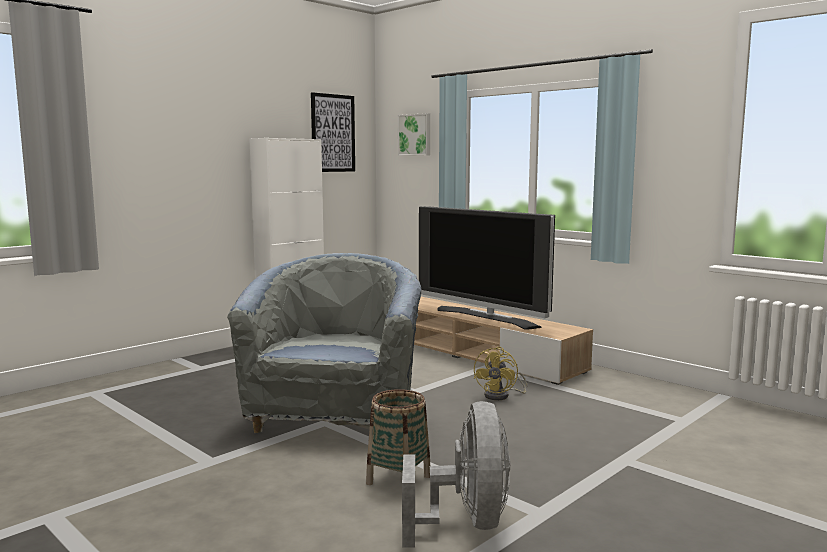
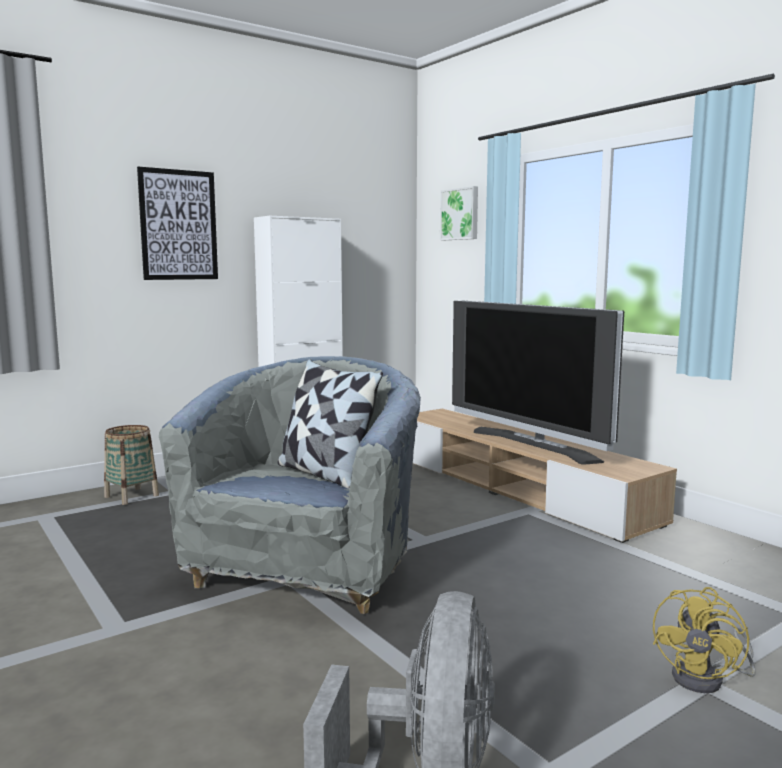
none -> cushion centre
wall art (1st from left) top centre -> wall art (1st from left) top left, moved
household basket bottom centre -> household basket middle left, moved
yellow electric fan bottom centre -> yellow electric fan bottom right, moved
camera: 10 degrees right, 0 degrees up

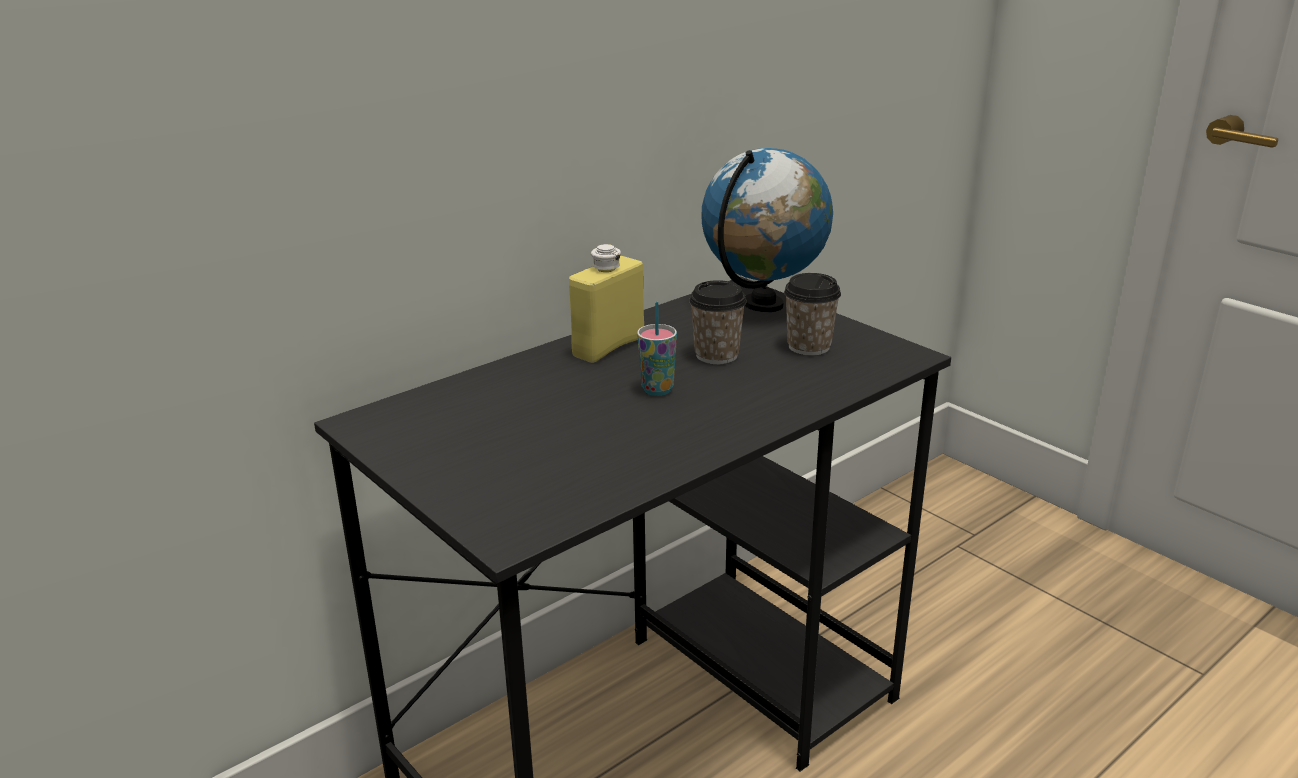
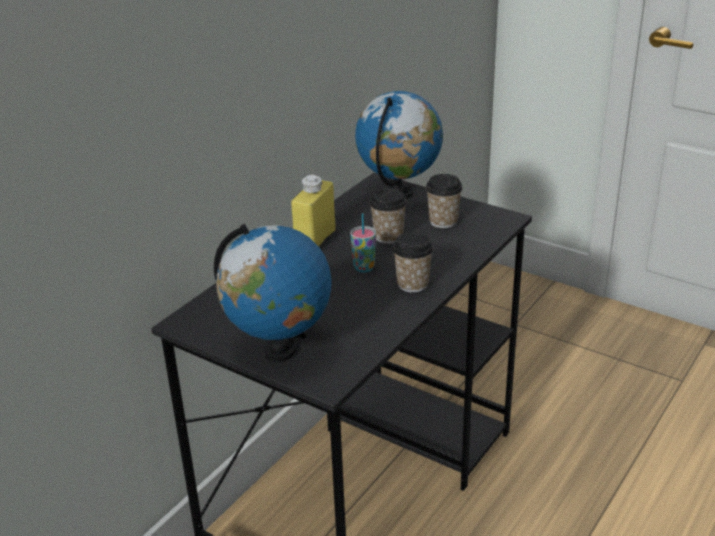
none -> globe (1st from left) centre
none -> cup (3rd from left) centre
camera: 15 degrees left, 5 degrees up

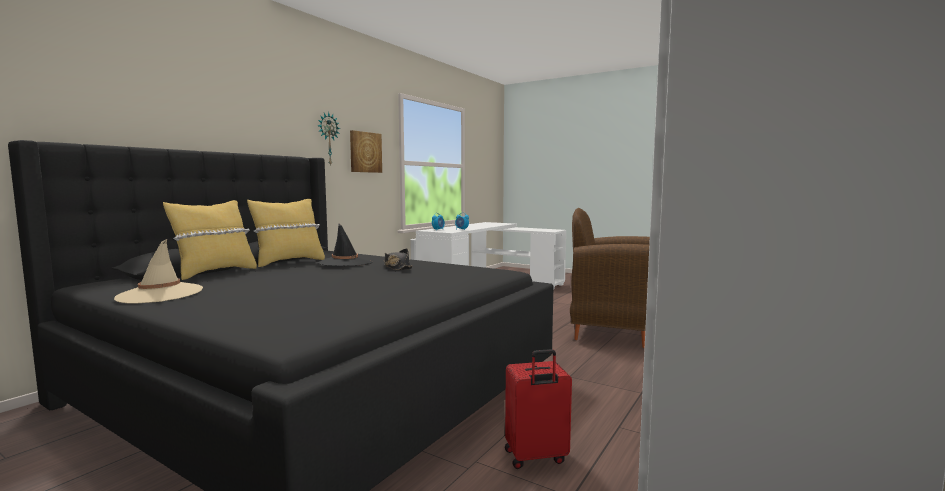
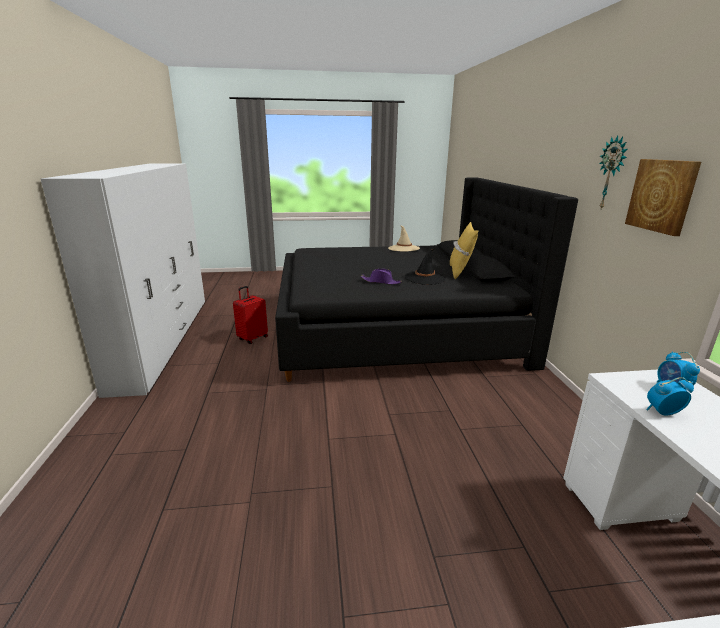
yellow cushion (1st from left) middle left -> none
brown-coloured lounge chair centre -> none
black clothing hat (2nd from left) centre -> purple clothing hat centre
camera: 140 degrees right, 15 degrees up

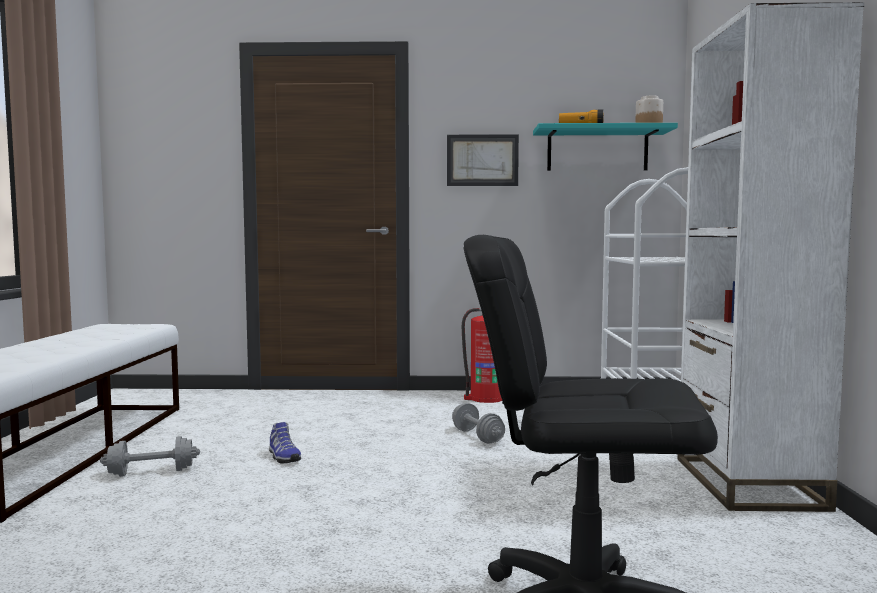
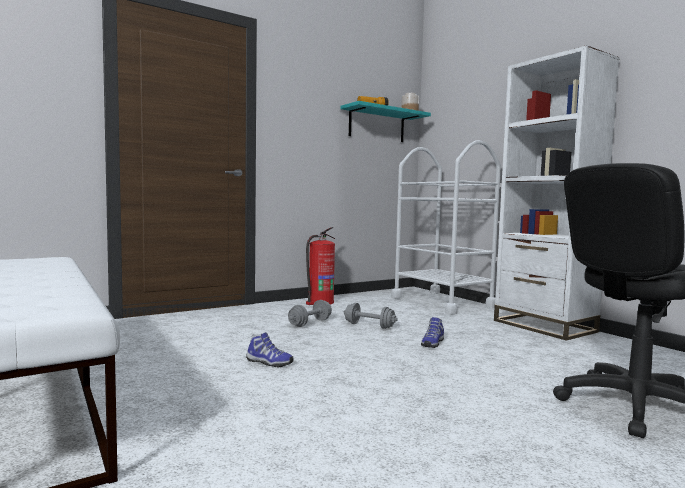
wall art top centre -> none
none -> item of footwear (2nd from left) bottom centre
grey dumbbell (1st from left) bottom left -> grey dumbbell (1st from left) centre, moved
camera: 35 degrees left, 0 degrees up

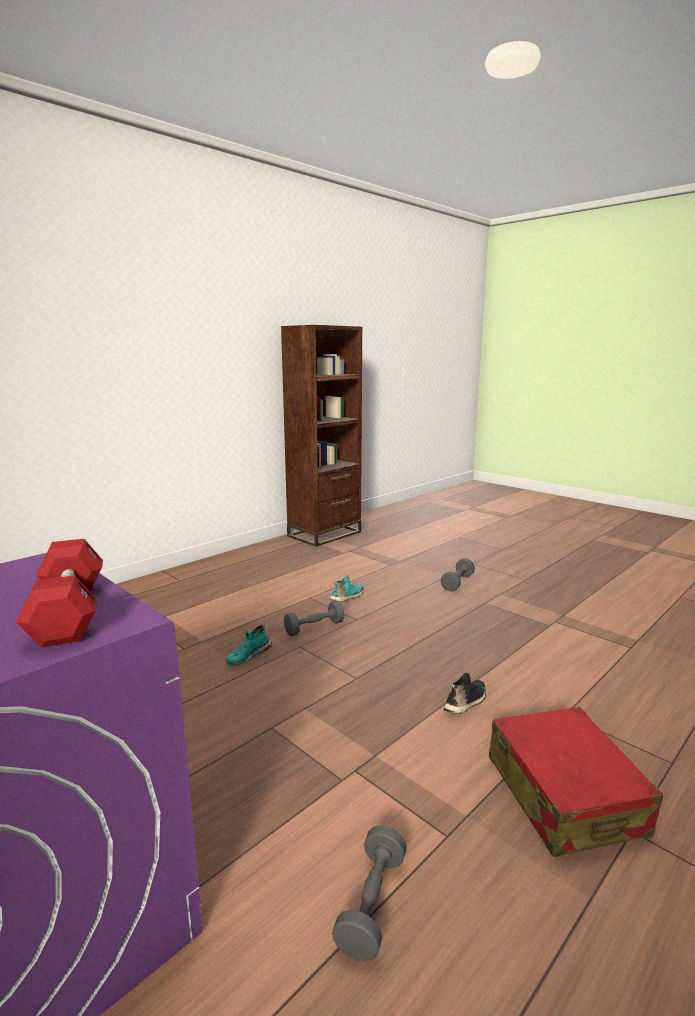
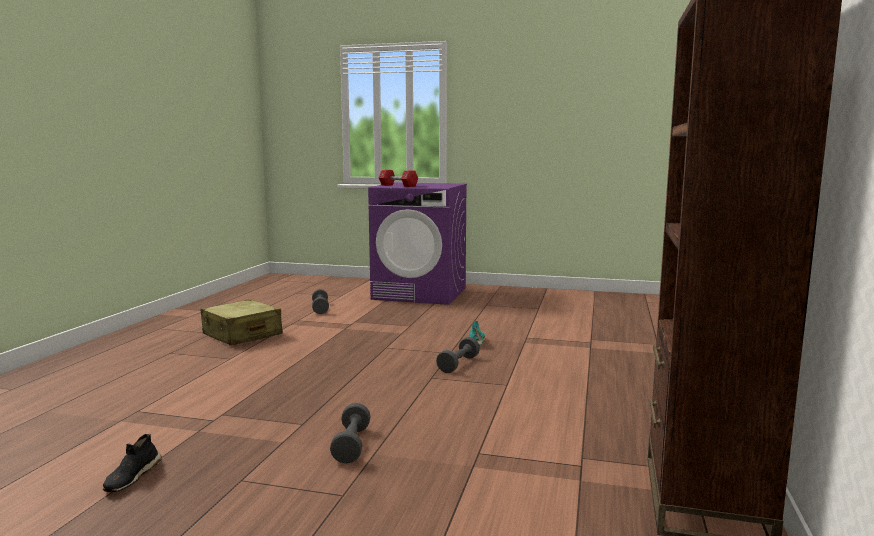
turquoise item of footwear (2nd from left) centre -> none
black item of footwear bottom right -> black item of footwear bottom left, moved
red-coloured suitcase bottom right -> beige suitcase middle left
camera: 150 degrees right, 5 degrees down

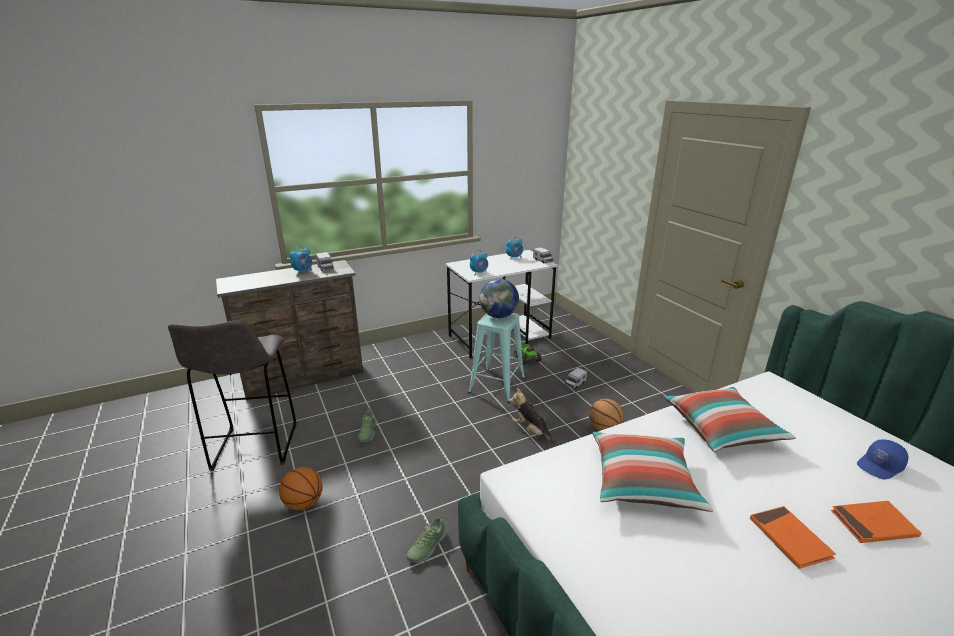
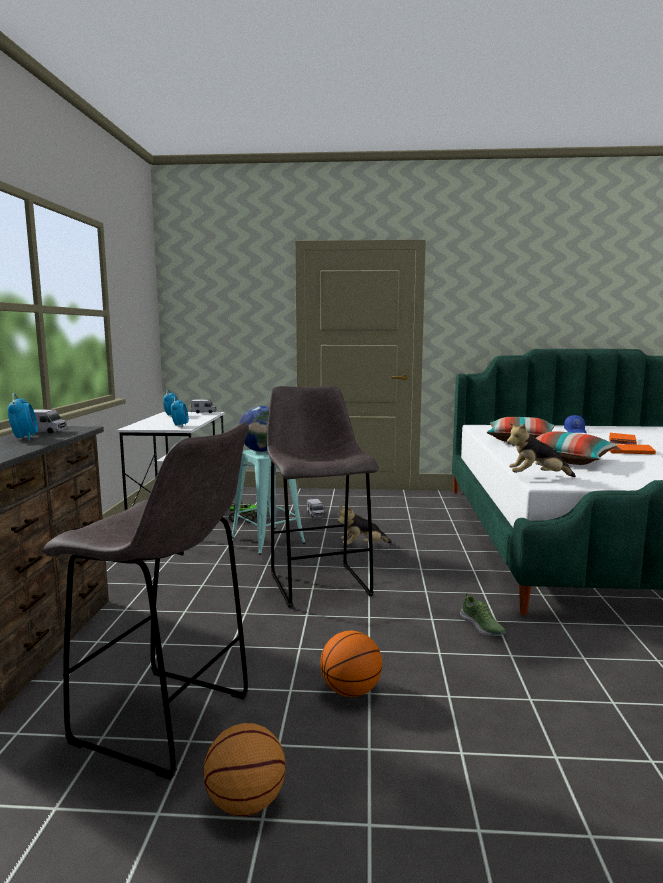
item of footwear (1st from left) bottom centre -> none
none -> grey stool seat (2nd from left) centre
none -> cuddly toy (2nd from left) middle right
basketball (2nd from left in the first image) centre -> basketball (1st from left) bottom centre, moved
camera: 60 degrees left, 15 degrees down

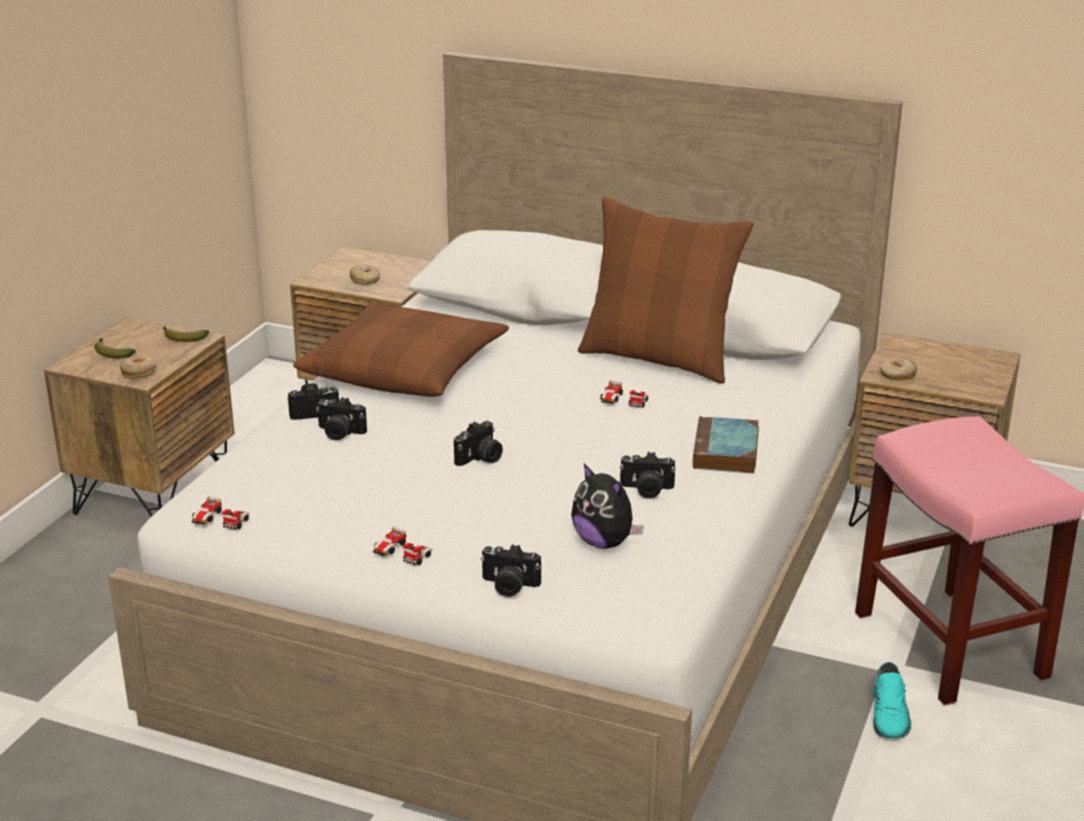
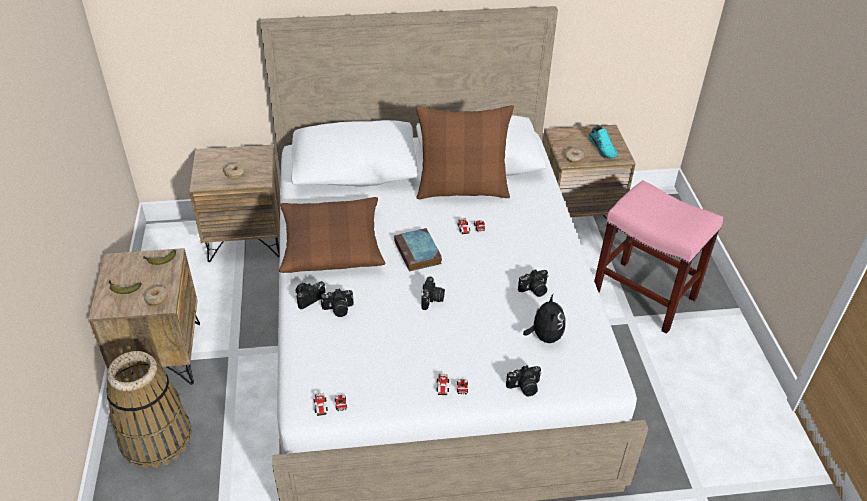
none -> household basket bottom left
bound book middle right -> bound book centre, moved
turquoise item of footwear bottom right -> turquoise item of footwear top right, moved
cuddly toy centre, 105 degrees counterclockwise
camera: 30 degrees left, 15 degrees up

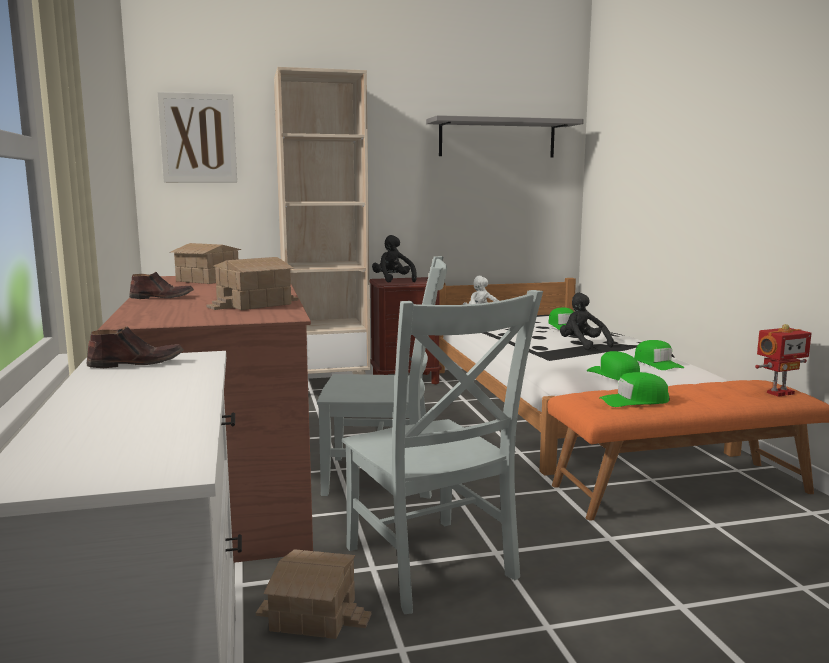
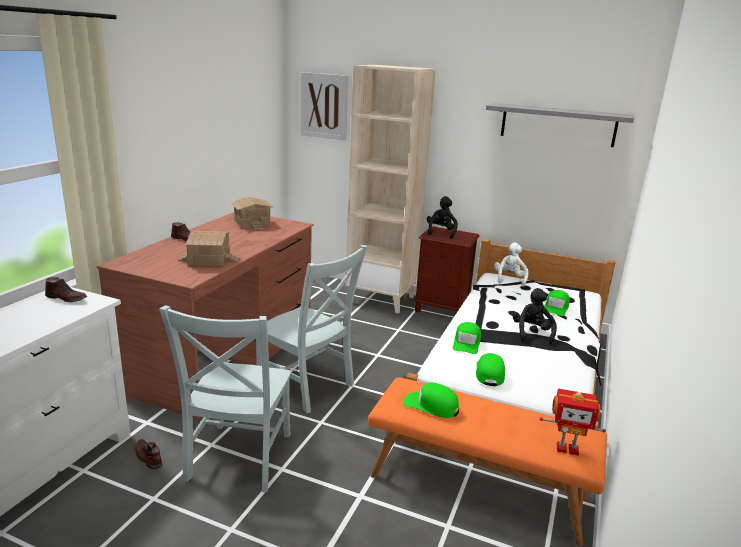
greenish peaked cap (4th from left in the first image) middle right -> greenish peaked cap (2nd from left) centre, moved
toy house (3rd from left) bottom centre -> brown-coloured item of footwear (2nd from left) bottom left
camera: 35 degrees right, 10 degrees up

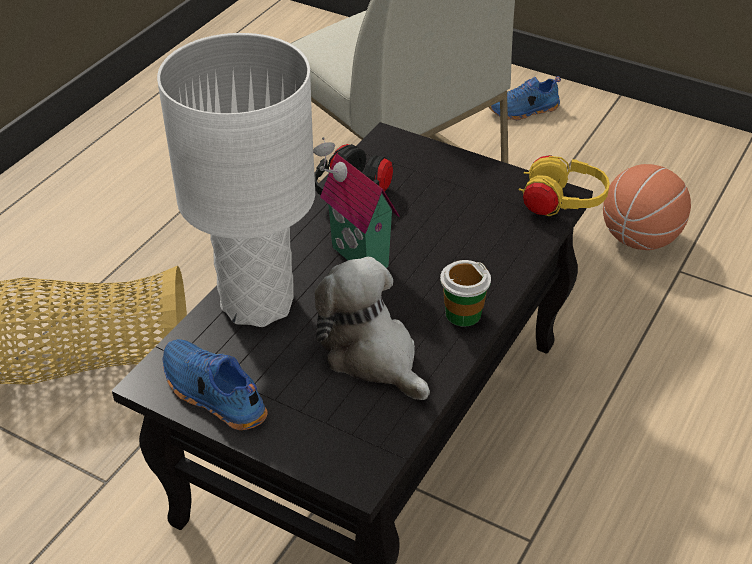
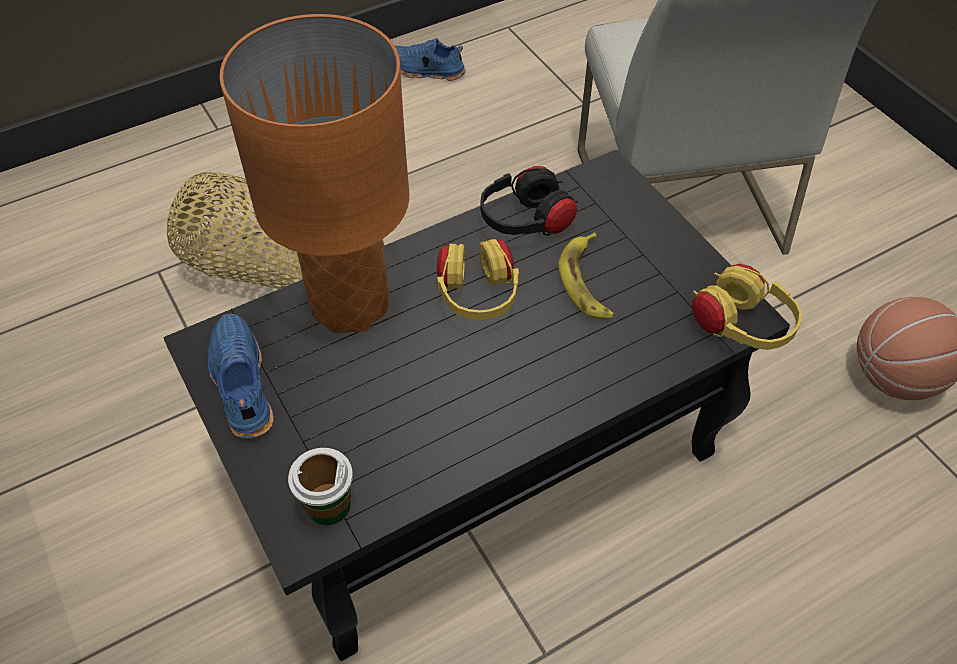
cuddly toy centre -> none
none -> banana centre
cup centre -> cup bottom centre, moved
blue-coloured item of footwear (2nd from left) top right -> blue-coloured item of footwear (2nd from left) top centre, moved
toy house centre -> yellow headset (1st from left) centre
white-coloured table lamp top left -> orangey table lamp top left
camera: 30 degrees right, 10 degrees up

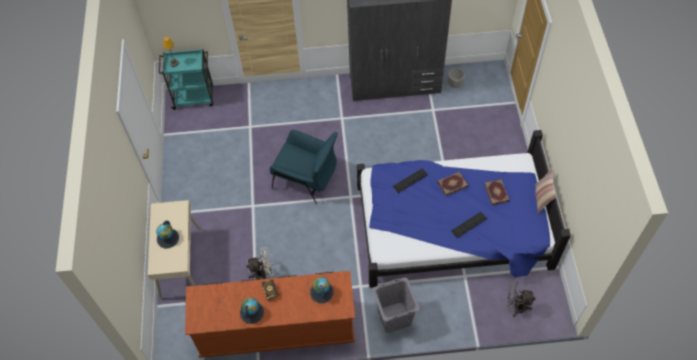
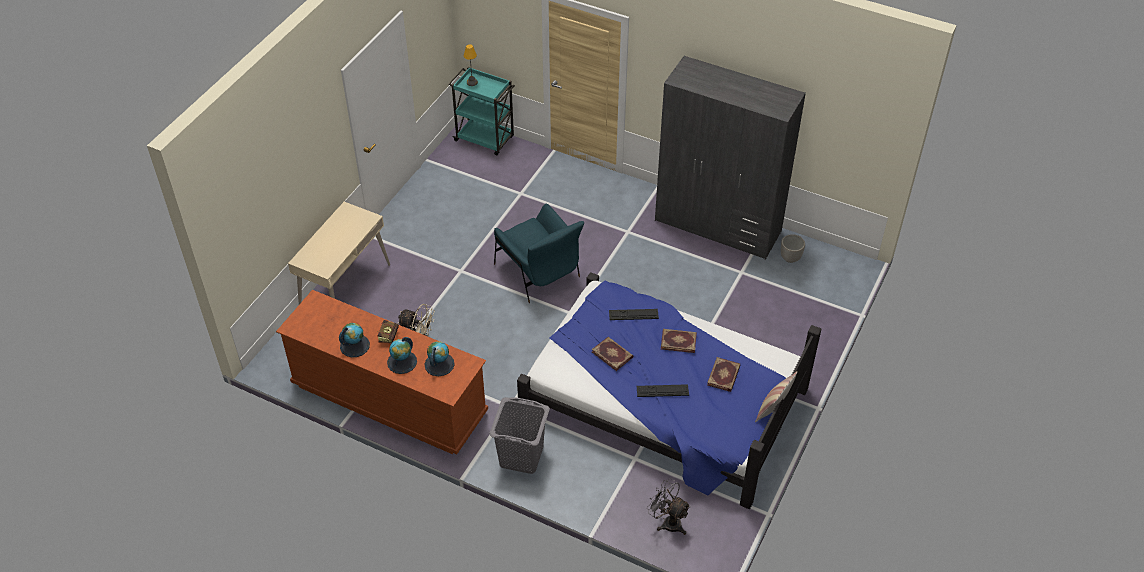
none -> bound book (2nd from left) centre
globe (1st from left in the first image) middle left -> globe (2nd from left) centre, moved
camera: 30 degrees right, 10 degrees down

